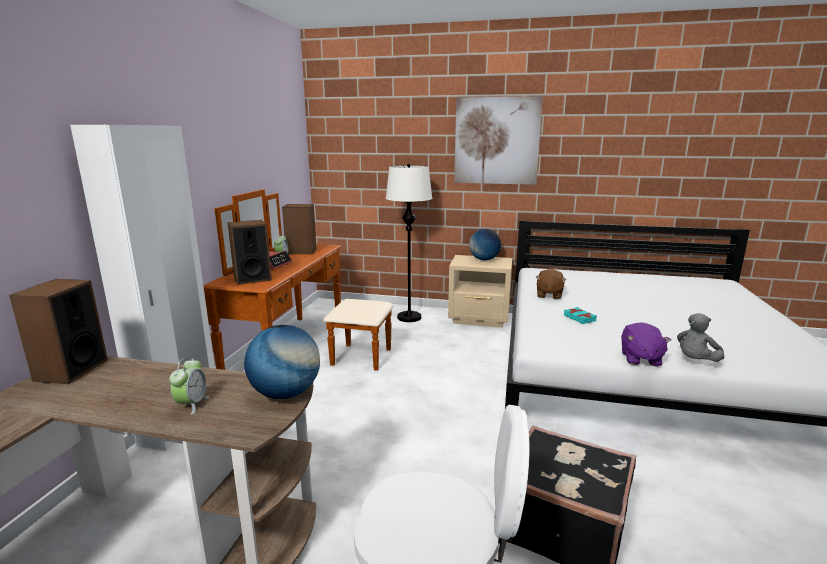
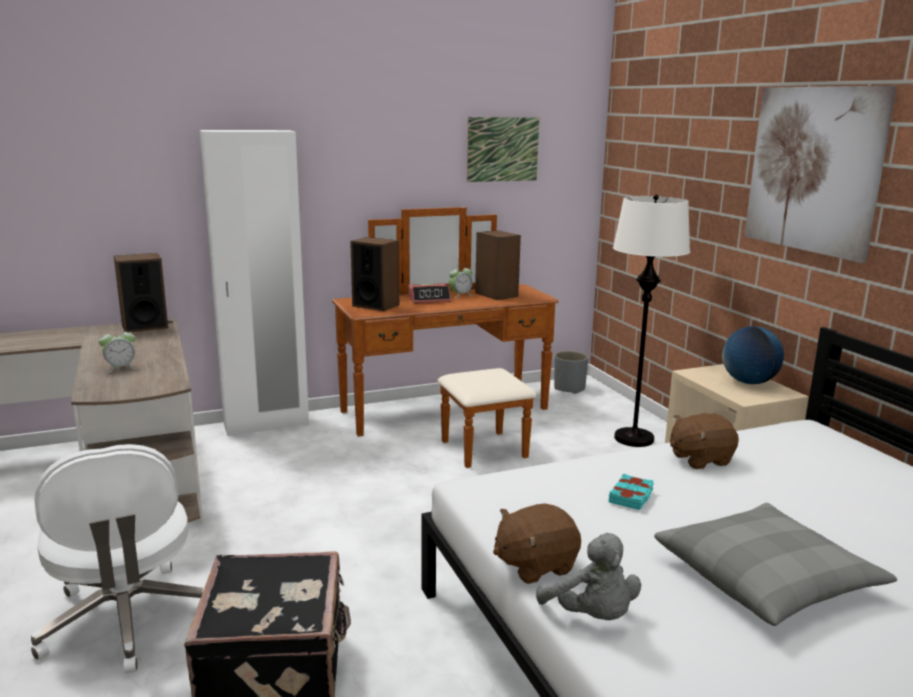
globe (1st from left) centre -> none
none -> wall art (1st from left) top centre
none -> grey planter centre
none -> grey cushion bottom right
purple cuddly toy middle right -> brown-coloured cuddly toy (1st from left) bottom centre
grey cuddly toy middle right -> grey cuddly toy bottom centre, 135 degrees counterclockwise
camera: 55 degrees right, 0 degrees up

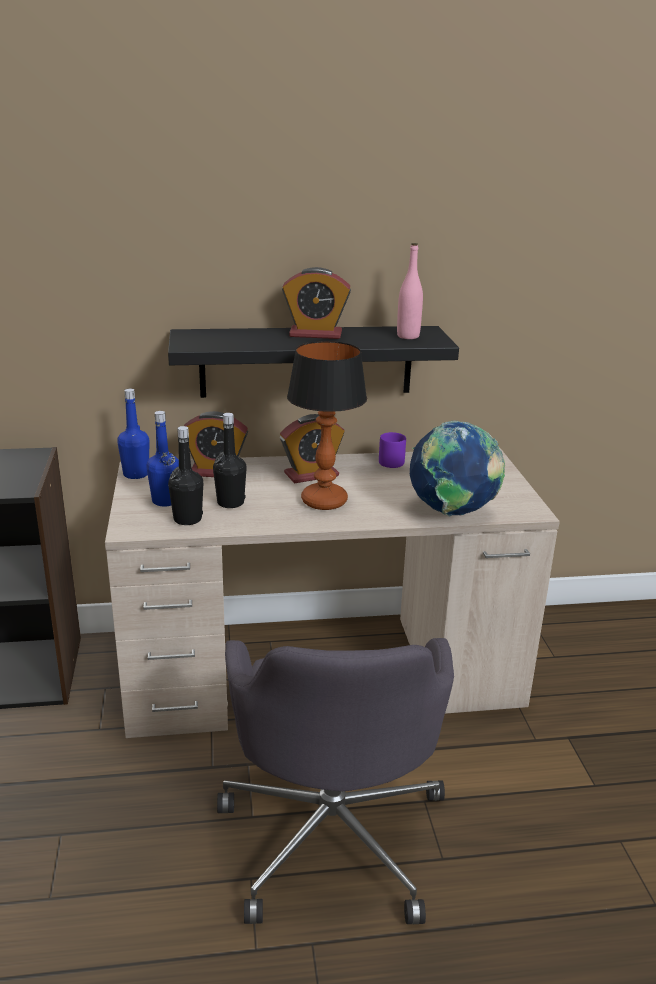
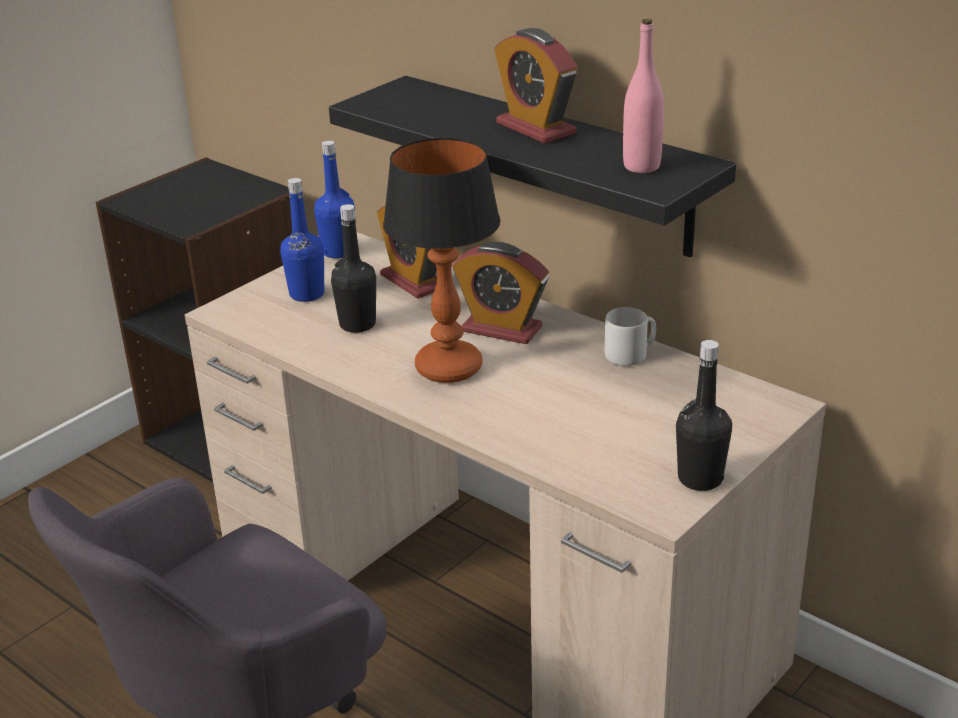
globe middle right -> none
black bottle (1st from left in the first image) middle left -> black bottle (2nd from left) middle right, moved
purple tea mug centre -> grey tea mug centre
camera: 50 degrees right, 5 degrees up

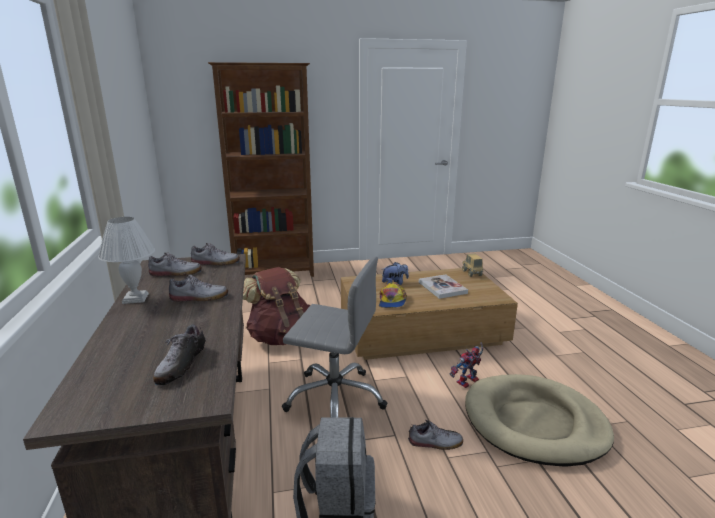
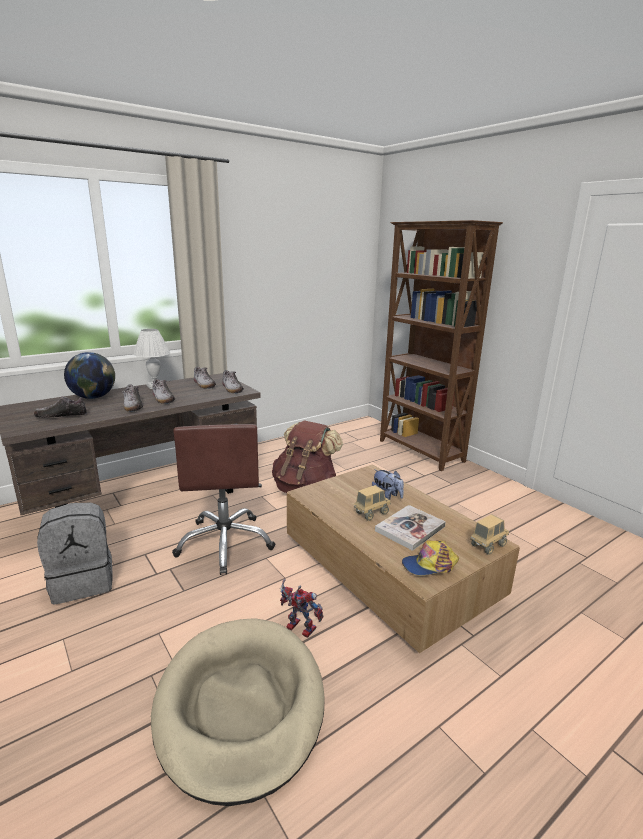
none -> globe middle left
none -> toy lorry (1st from left) centre
peaked cap centre -> peaked cap middle right, moved
item of footwear (5th from left in the first image) bottom centre -> item of footwear (2nd from left) middle left, moved
grey office chair centre -> brown-coloured office chair centre
camera: 65 degrees right, 0 degrees up

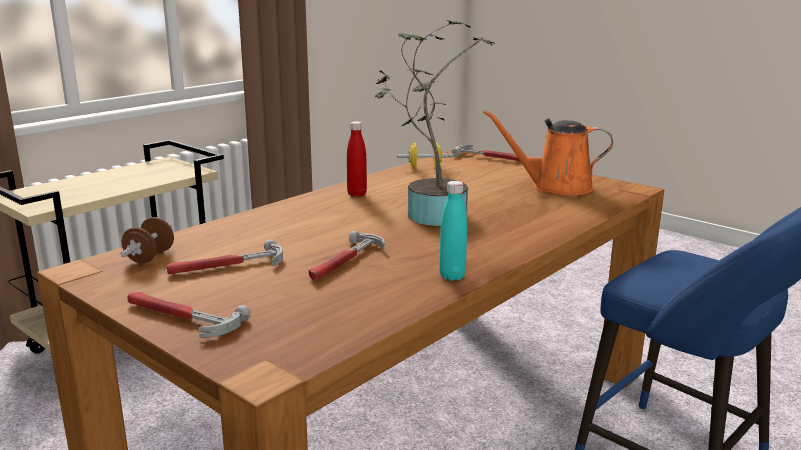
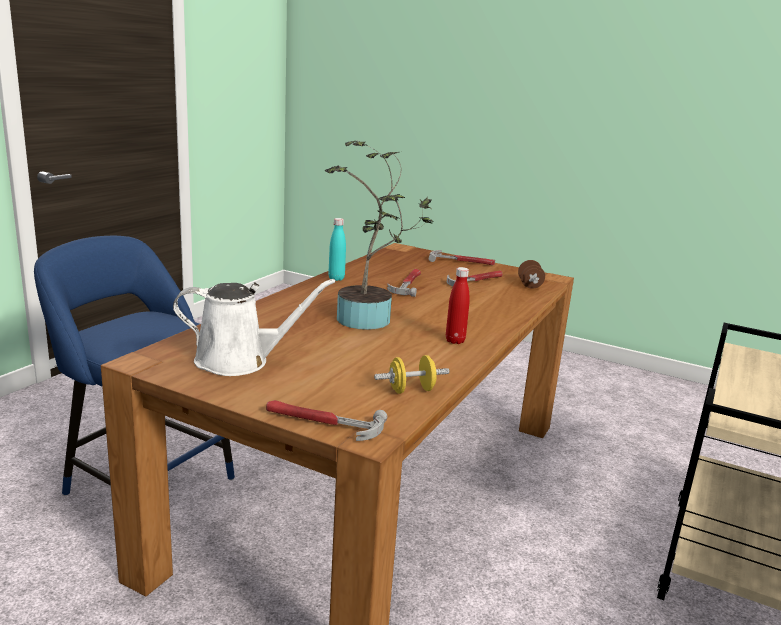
orangey watering pot middle right -> white-coloured watering pot middle left
camera: 165 degrees right, 0 degrees up

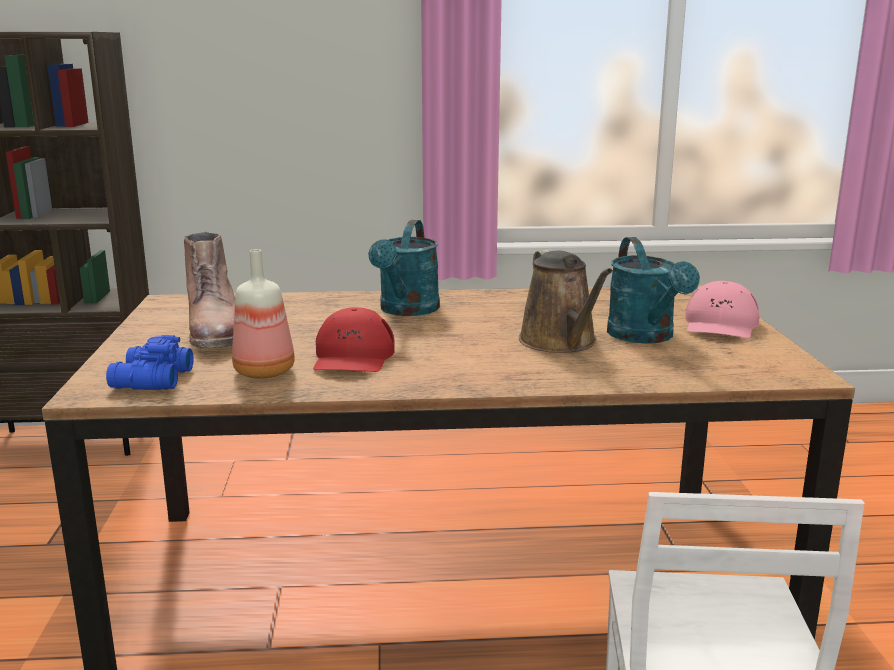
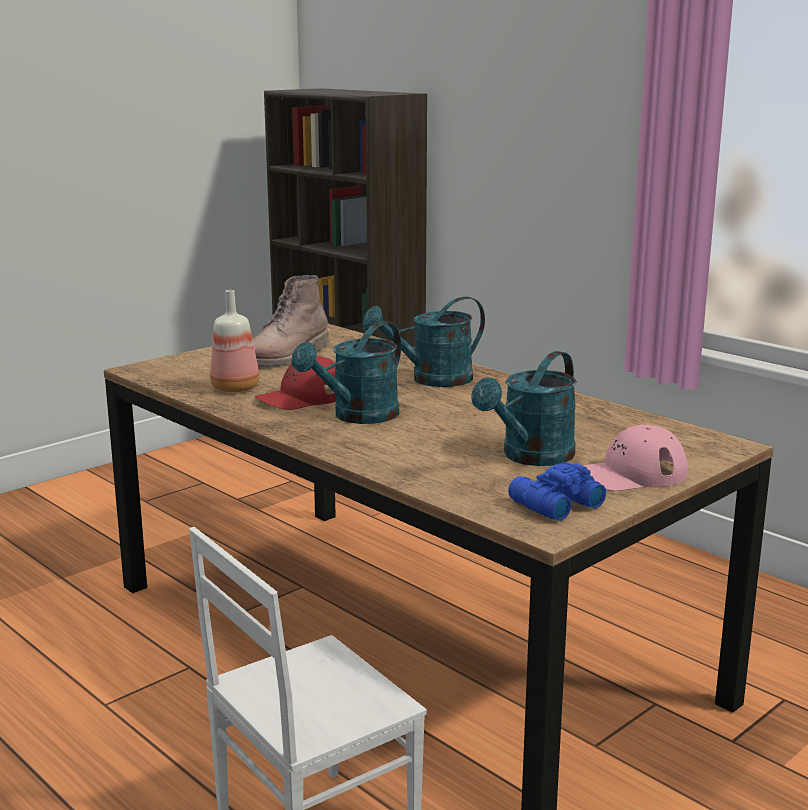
brown-coloured watering pot centre -> none
none -> turquoise watering pot (1st from left) centre
blue-coloured field glasses middle left -> blue-coloured field glasses middle right, moved
camera: 50 degrees right, 0 degrees up

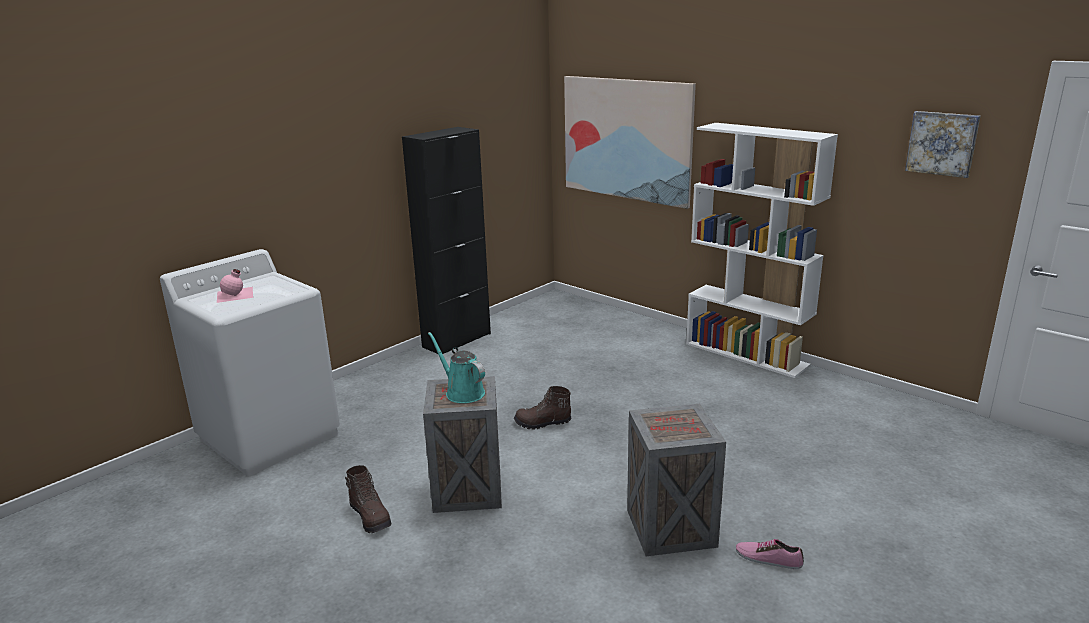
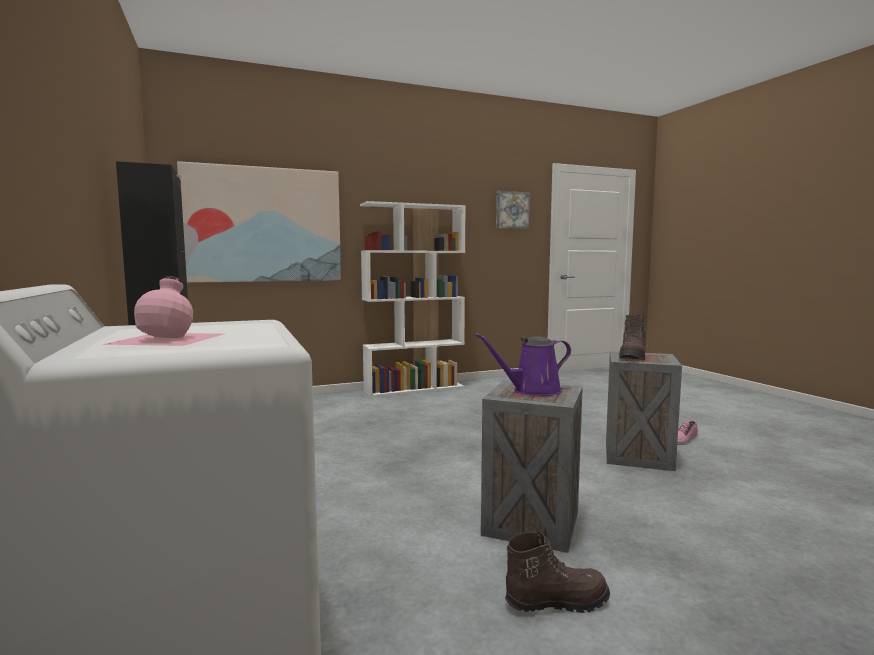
brown-coloured tall boot (2nd from left) centre -> brown-coloured tall boot (2nd from left) middle right, moved
turquoise watering pot centre -> purple watering pot centre
camera: 65 degrees left, 15 degrees down

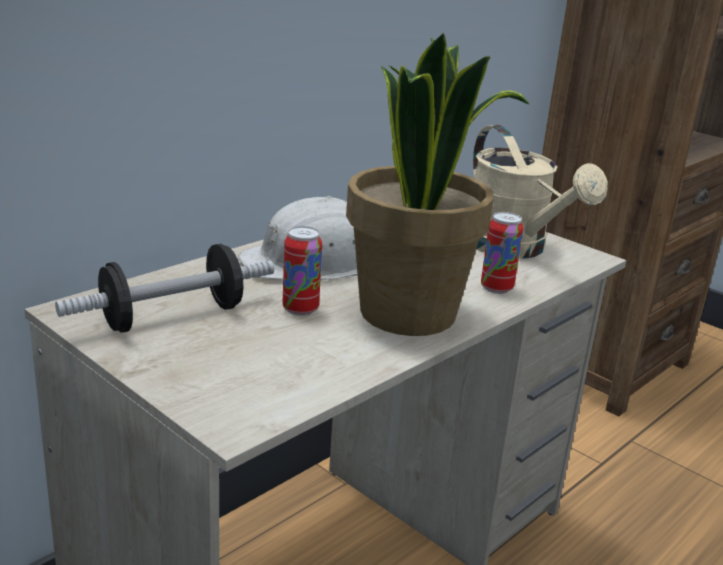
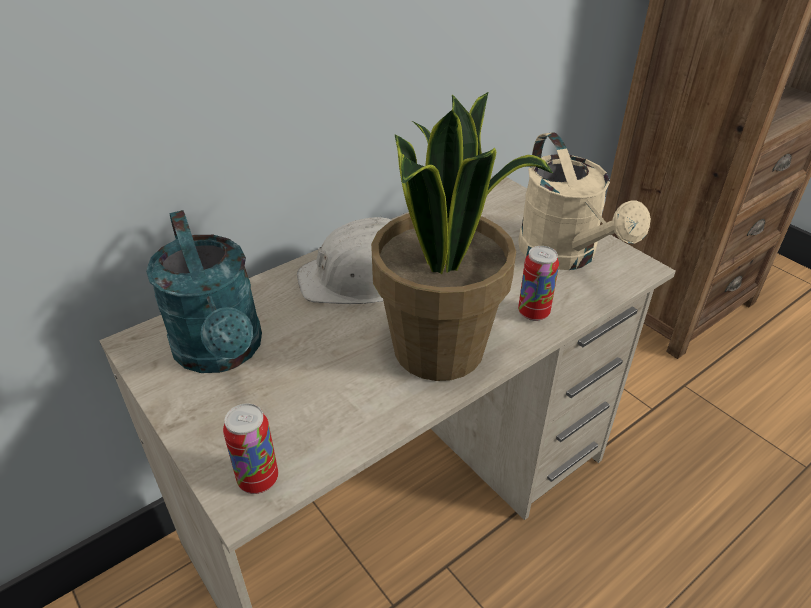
can (1st from left) centre -> can (1st from left) bottom left, moved
dumbbell middle left -> turquoise watering pot middle left
camera: 10 degrees right, 15 degrees up

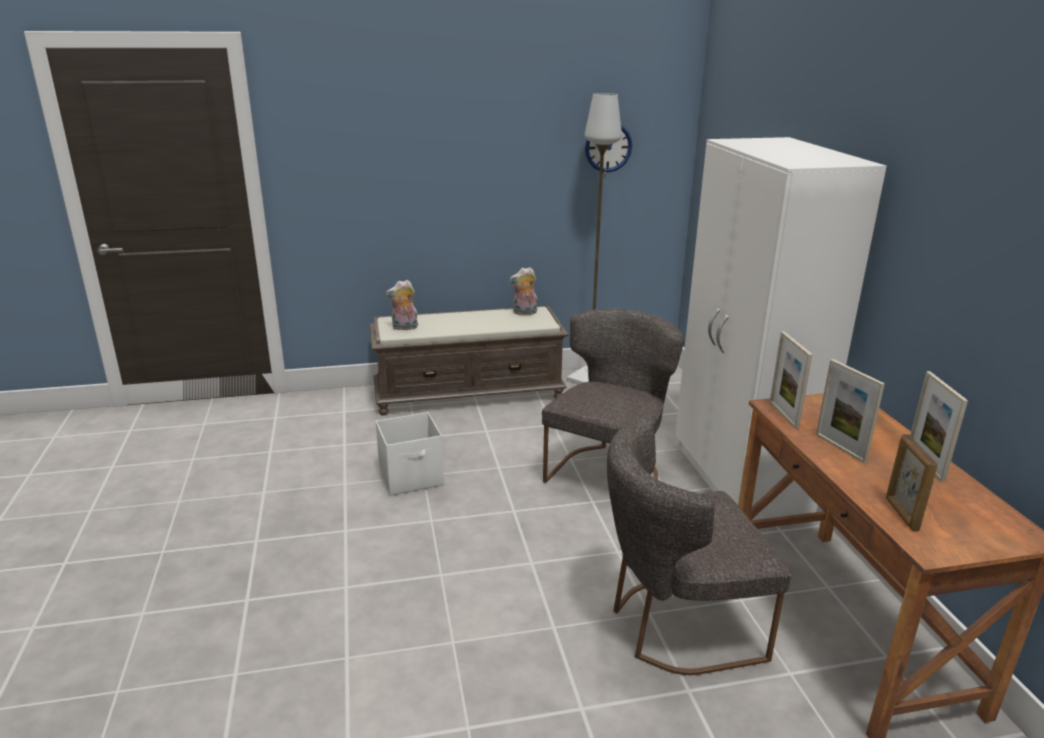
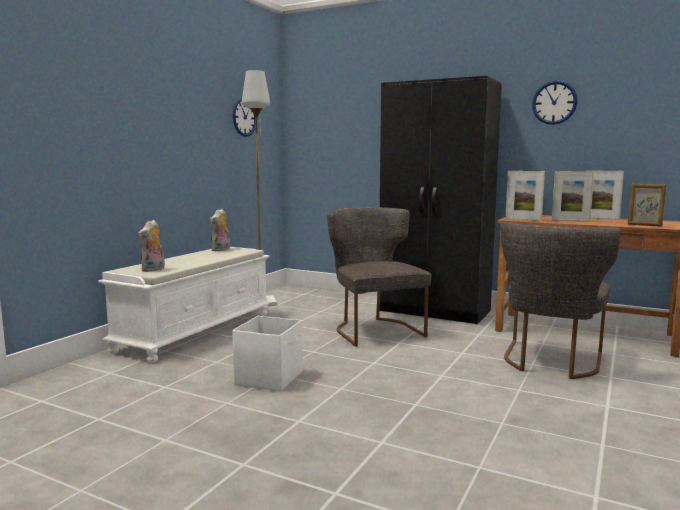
none -> hanging clock (2nd from left) top right
brown-coloured long seat centre -> white-coloured long seat middle left
white-coloured clothes cupboard middle right -> black clothes cupboard centre
camera: 50 degrees left, 15 degrees down

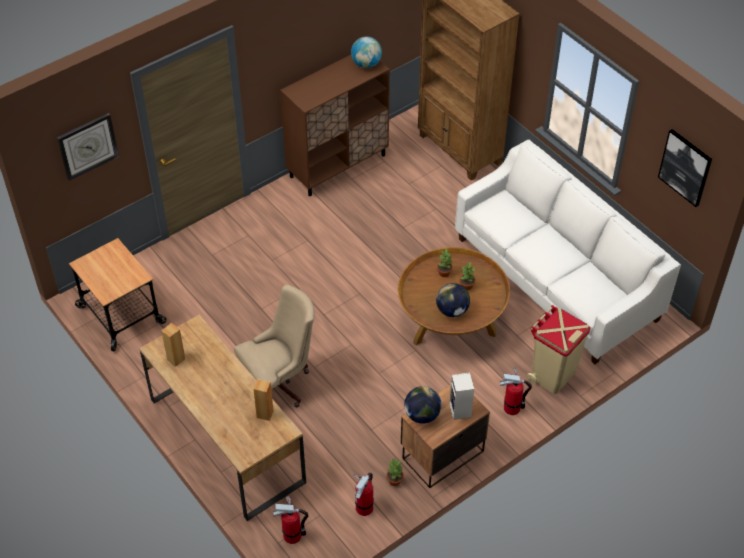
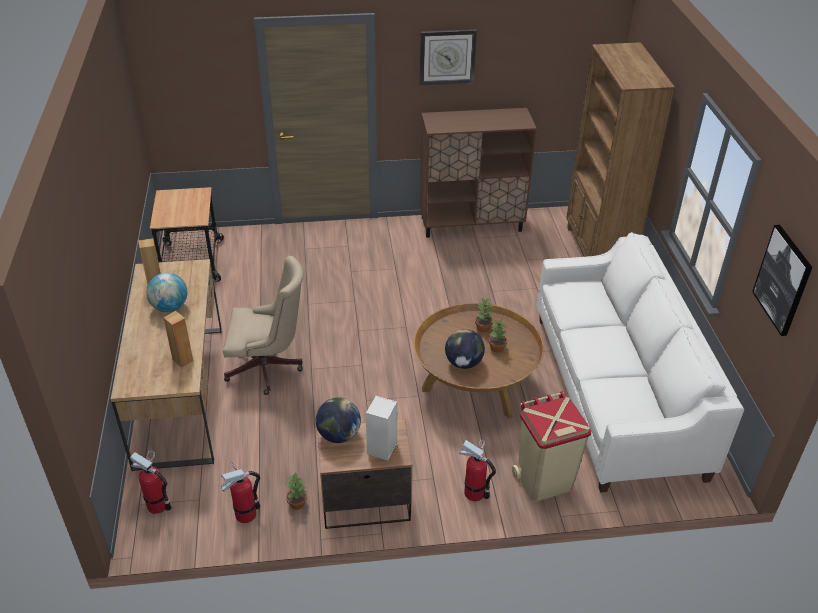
hanging clock top left -> hanging clock top centre, moved
globe (1st from left) top centre -> globe (1st from left) middle left, moved
camera: 30 degrees right, 10 degrees down

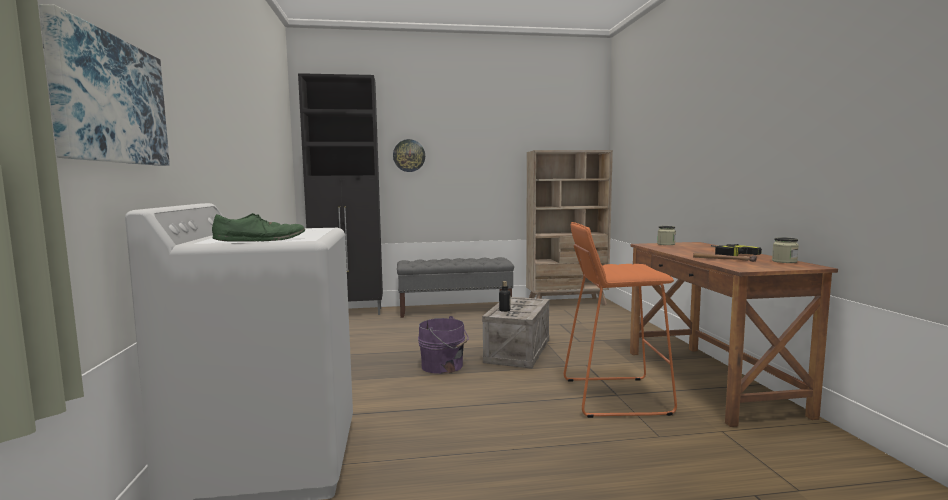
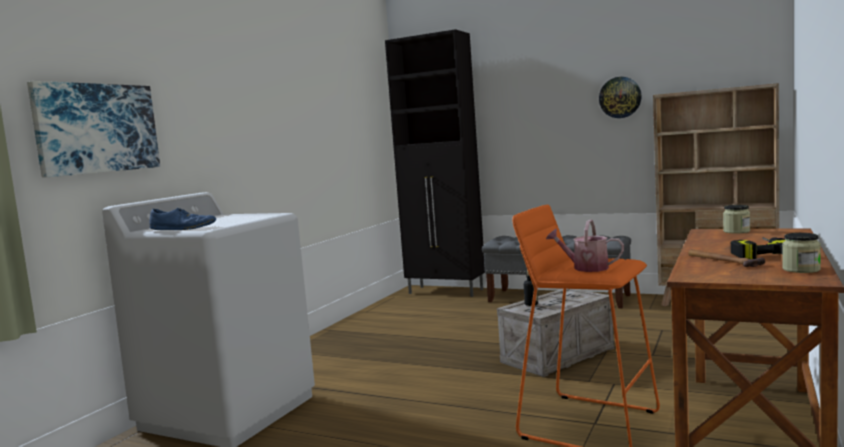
purple bucket bottom centre -> none
none -> watering pot middle right
hanging clock top centre -> hanging clock top right, moved
greenish item of footwear middle left -> blue-coloured item of footwear middle left
camera: 35 degrees right, 0 degrees up

